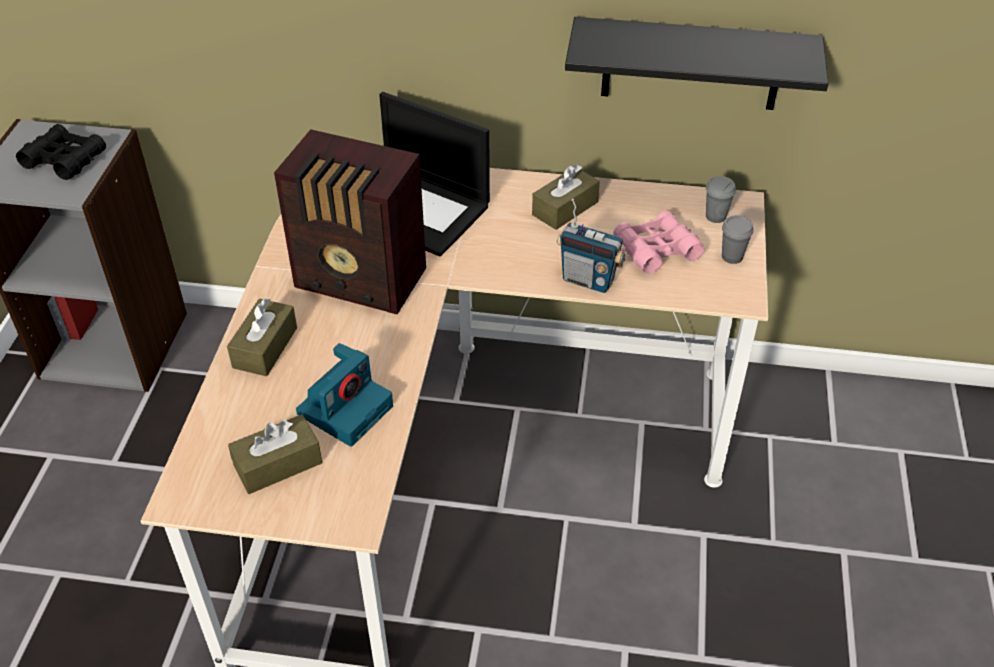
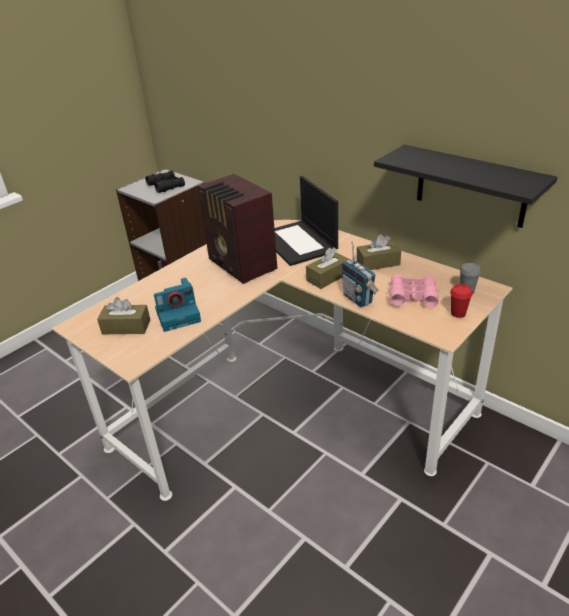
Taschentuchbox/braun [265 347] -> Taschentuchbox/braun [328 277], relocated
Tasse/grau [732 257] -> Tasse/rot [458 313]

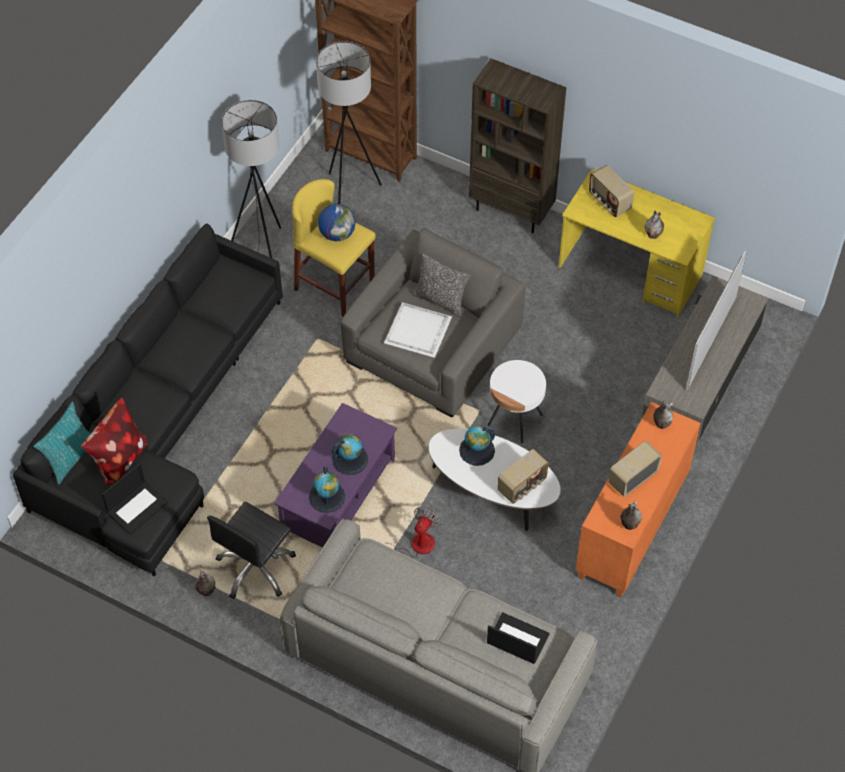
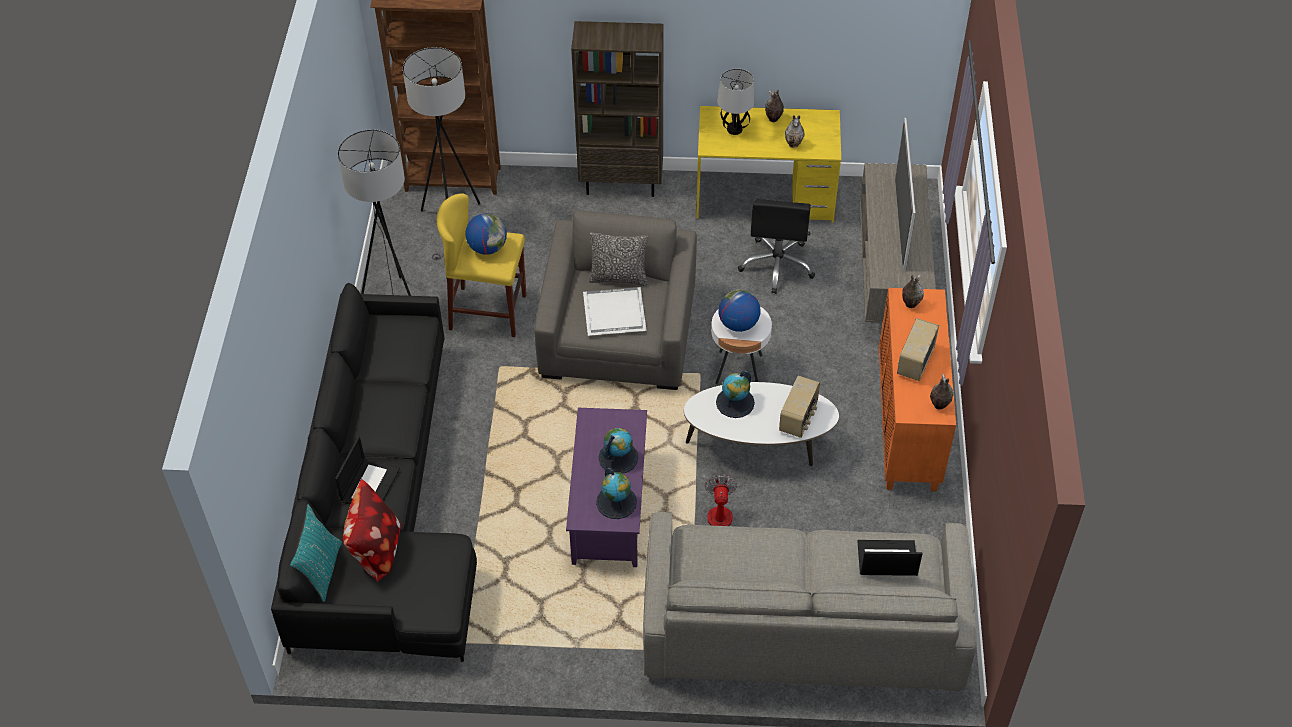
none -> Globus [738 324]
Laptop [137 507] -> Laptop [370 484], relocated
Vase [206 592] -> Vase [773 119], relocated
Bürostuhl/schwarz [256 568] -> Bürostuhl/schwarz [777 265], relocated
Radio [609 202] -> Tischlampe [734 129]

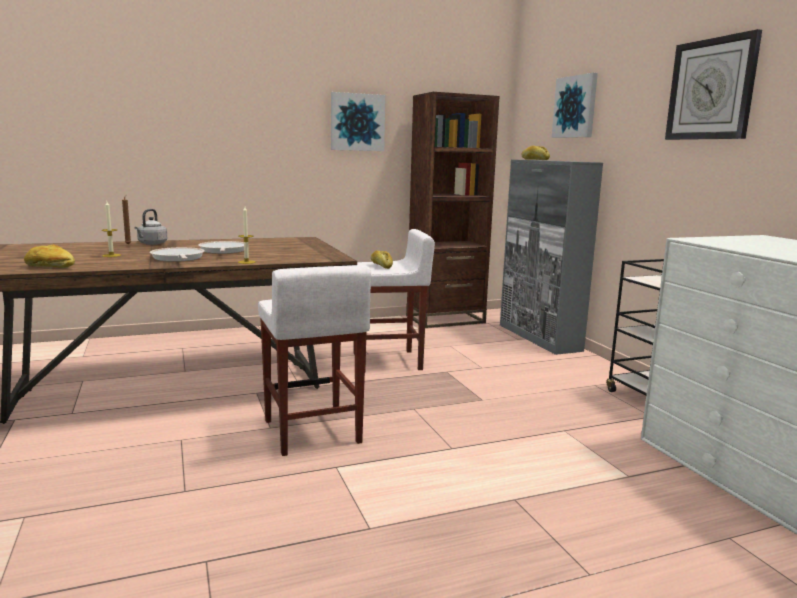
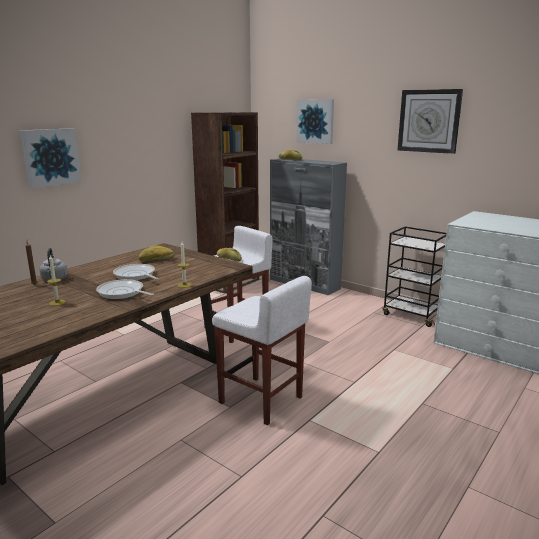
Brot [50 267] -> Brot [156 259], relocated
Bild [357 122] -> Bild [51 157], relocated

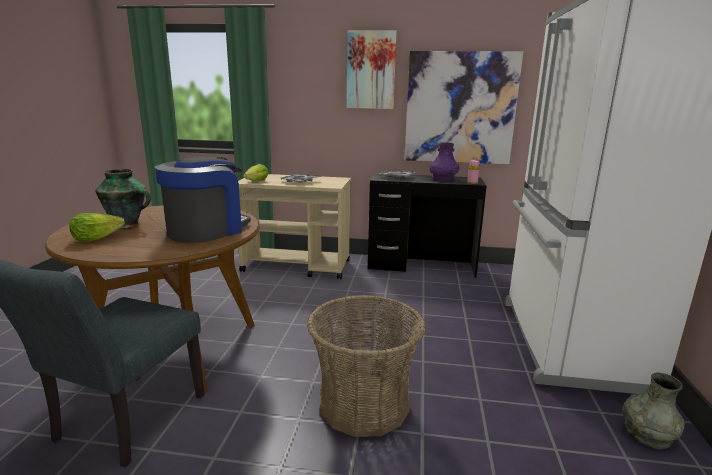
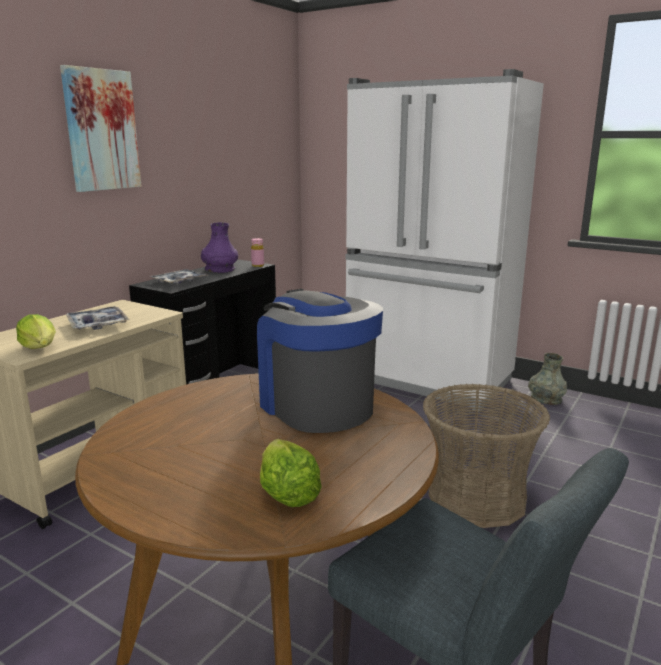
Vase [127 225] -> none
Bild [460 108] -> none

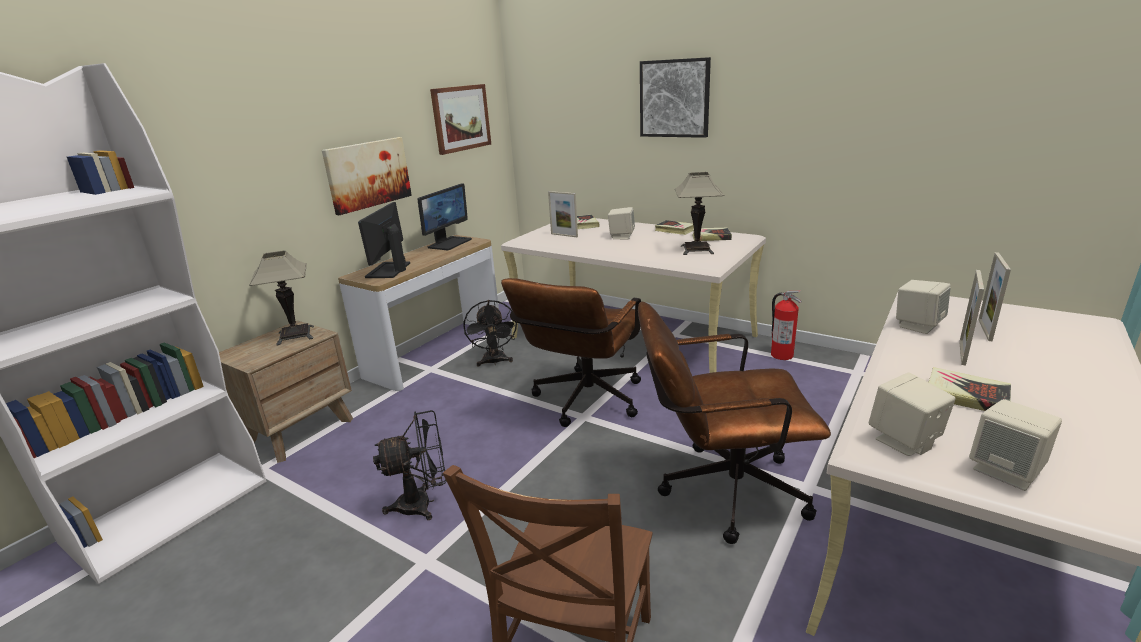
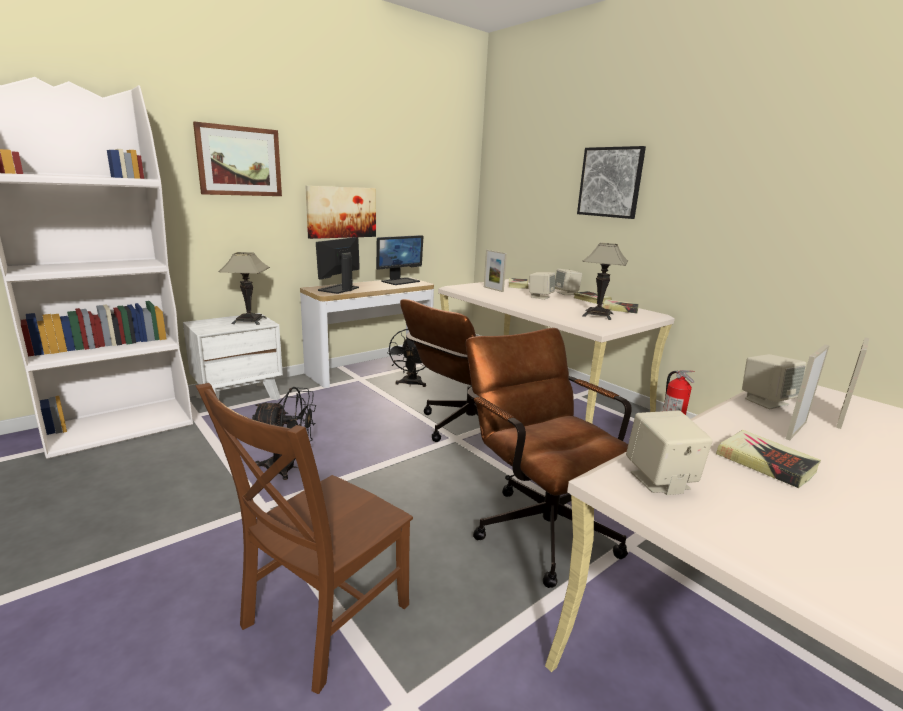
Bild [461 118] -> Bild [239 161], relocated
Lautsprecher/beige [1006 471] -> Lautsprecher/beige [566 293], relocated
Nachttisch/braun [300 430] -> Nachttisch/weiß [239 397]
Bürostuhl/braun [720 491] -> Bürostuhl/braun [538 524], 45 degrees clockwise

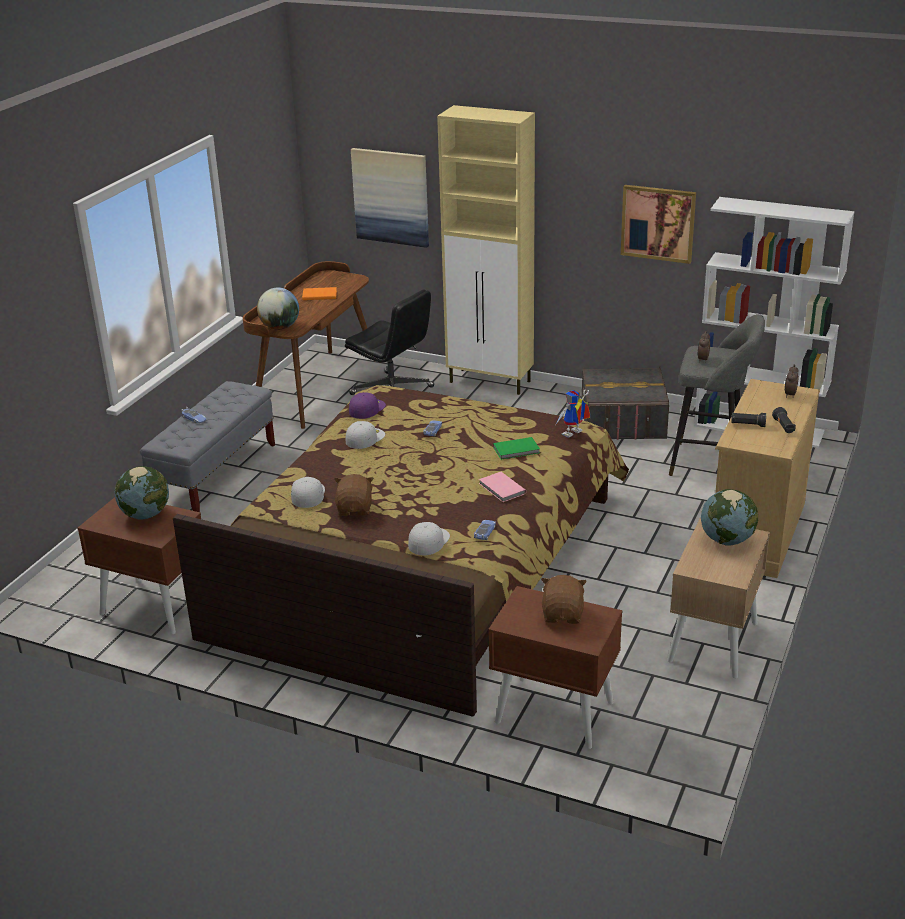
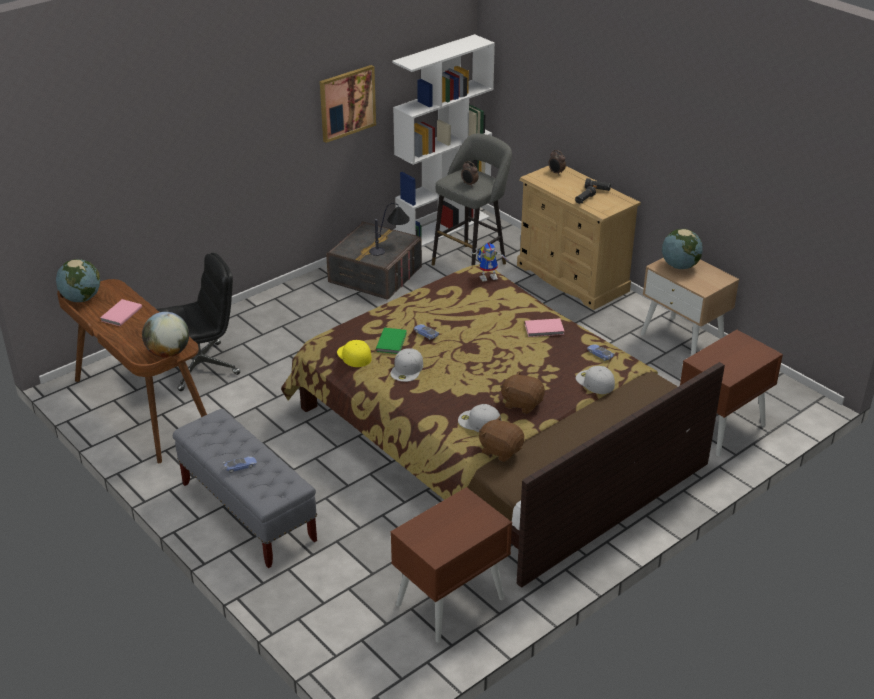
Bild [391 197] -> none
Schrank/beige [491 382] -> none
none -> Tischlampe [390 246]
Globus [146 514] -> Globus [81 298], relocated
Buch/grün [517 450] -> Buch/grün [392 342], relocated
Plüschtier/braun [563 614] -> Plüschtier/braun [500 450], relocated
Buch/orange [319 295] -> Buch/rosa [120 314]
Kappe/lila [367 408] -> Kappe/gelb [353 355]
Kappe/weiß [365 438] -> Kappe/weiß [407 369], 135 degrees counterclockwise
Spielzeugroboter [573 435] -> Spielzeugroboter [489 276], 90 degrees counterclockwise

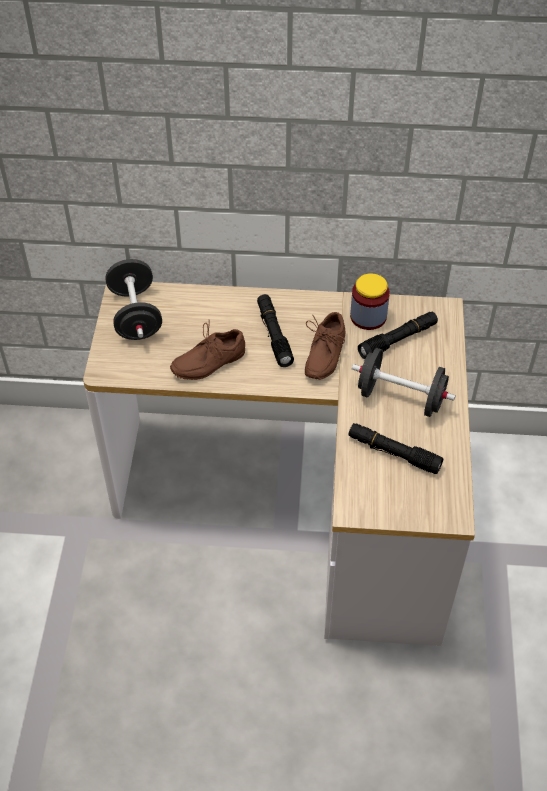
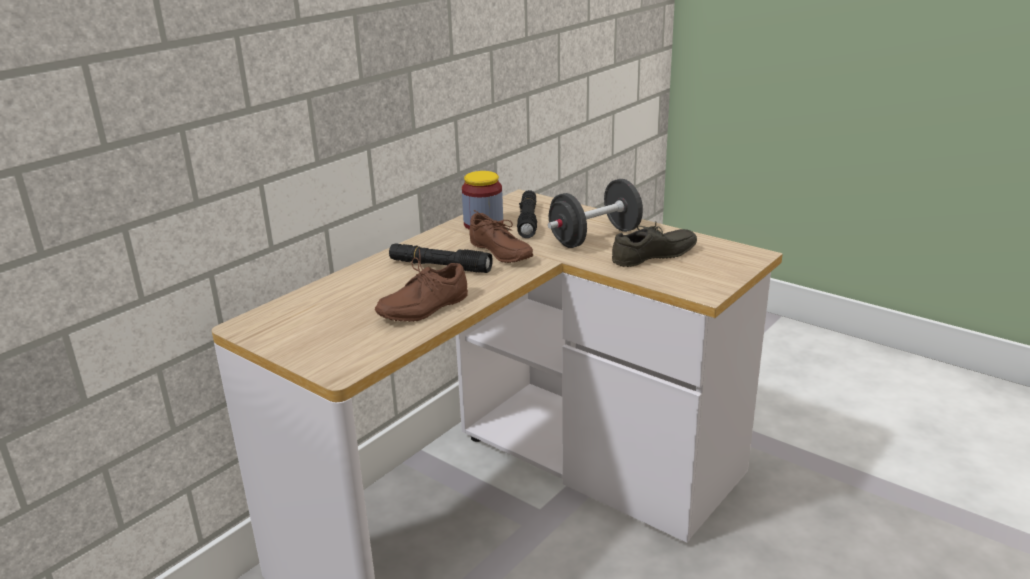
Hantel/schwarz [135 315] -> none
Taschenlampe/schwarz [393 453] -> Schuh/grau [655 257]
Schuh/braun [207 361] -> Schuh/braun [421 307], 45 degrees clockwise

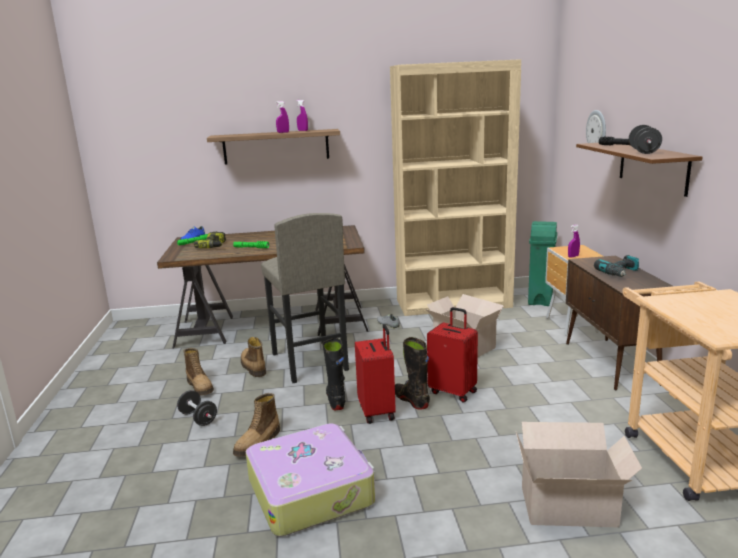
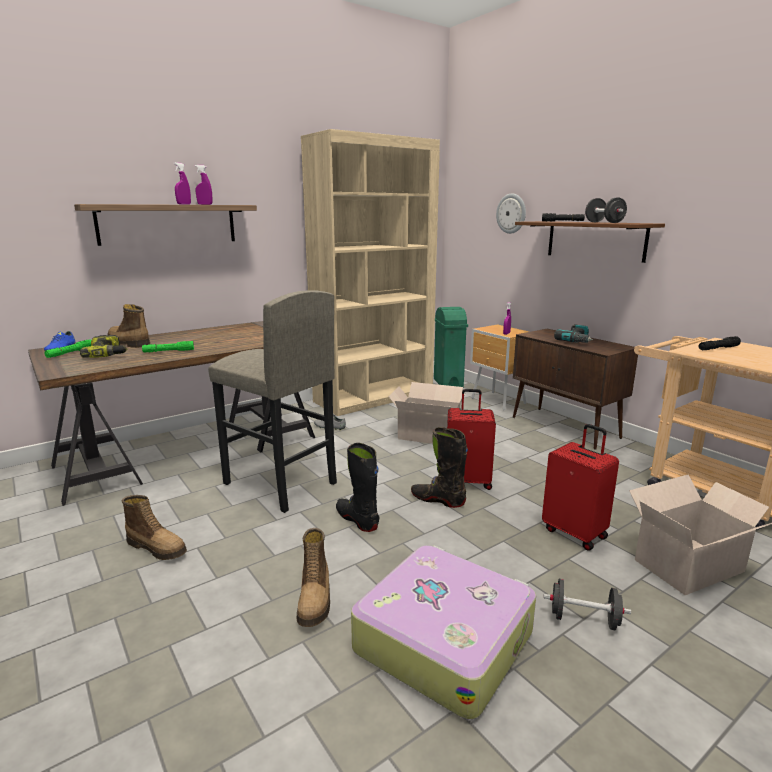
none -> Taschenlampe/schwarz [718 348]
Hantel/schwarz [198 418] -> Hantel/schwarz [584 619], relocated
Stiefel [252 367] -> Stiefel [128 344], relocated
Koffer/rot [378 411] -> Koffer/rot [575 533], relocated

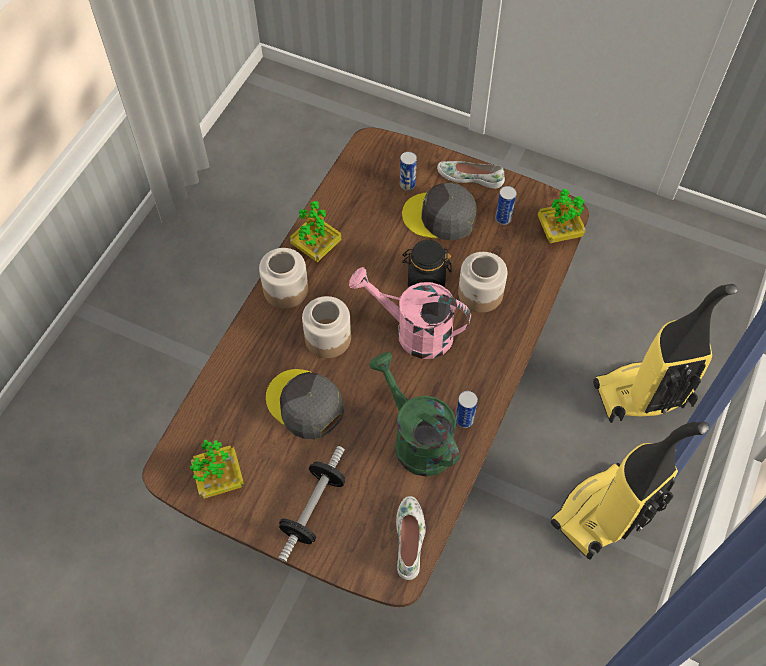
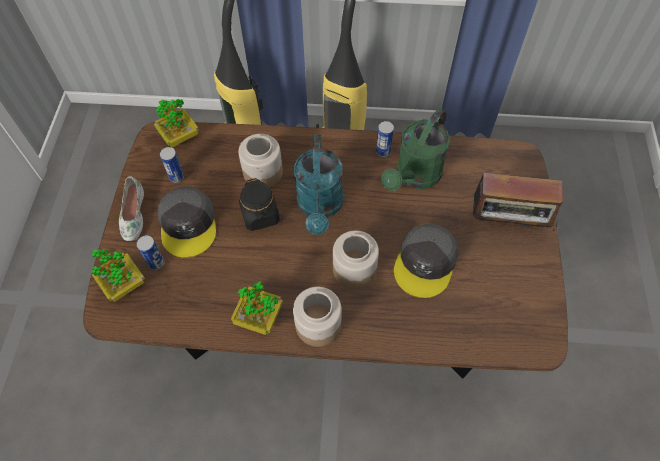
Schuh/weiß [410 539] -> none
Topfpflanze [220 478] -> Topfpflanze [123 284], relocated
Hantel [313 509] -> Radio [507 223]
Gießkanne/rosa [413 332] -> Gießkanne/türkis [320 207]

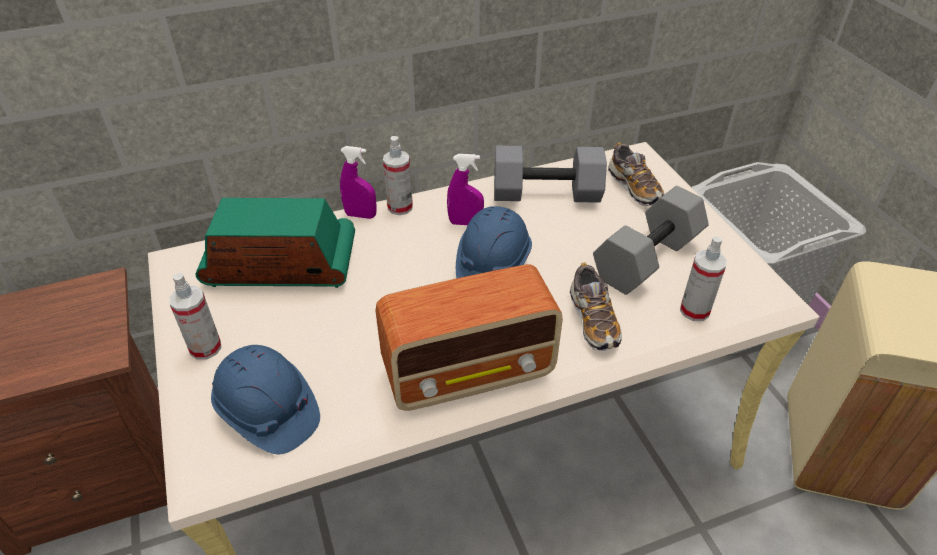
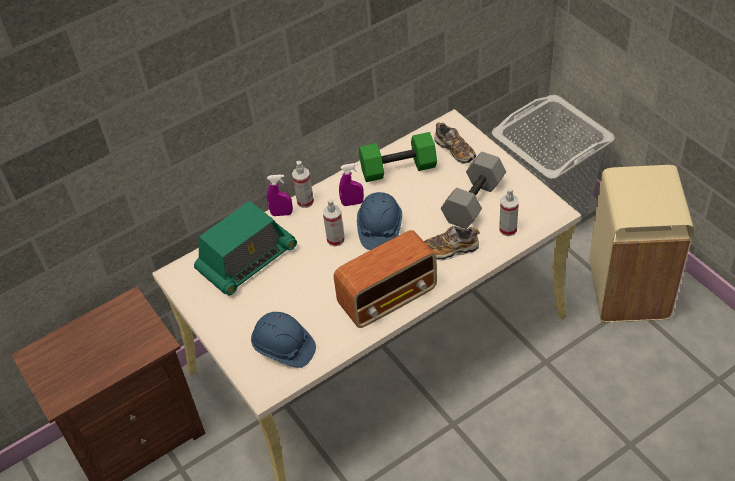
Sprühflasche [205 348] -> Sprühflasche [335 239], relocated
Hantel/grau [545 194] -> Hantel/grün [398 169]
Radio [281 265] -> Radio [247 260], 150 degrees clockwise
Schuh [593 320] -> Schuh [450 250], 105 degrees clockwise

